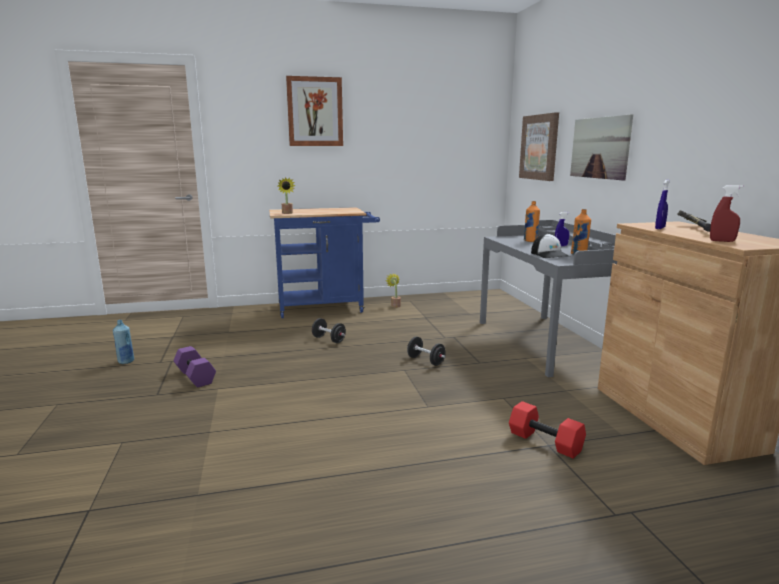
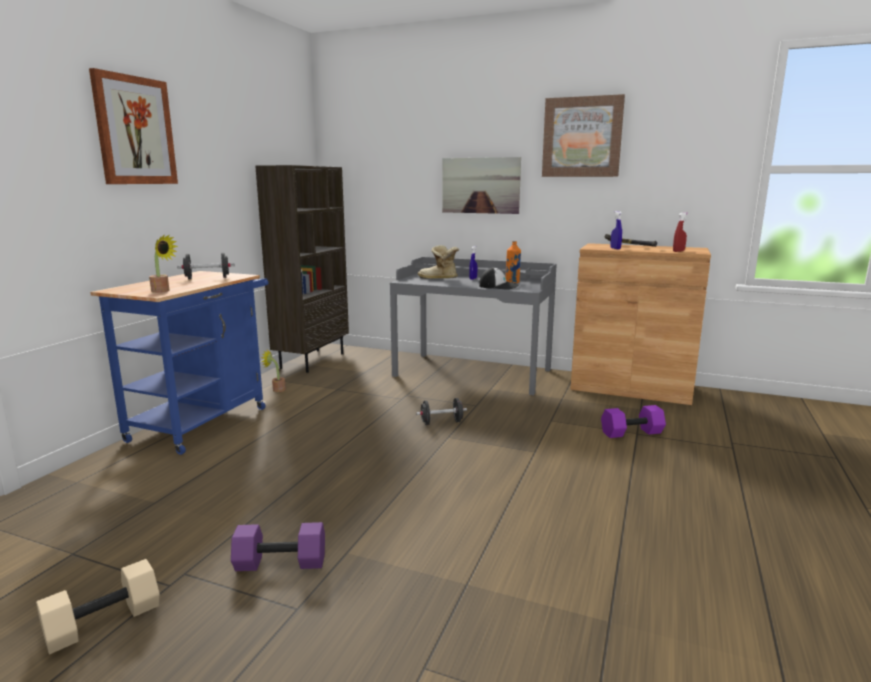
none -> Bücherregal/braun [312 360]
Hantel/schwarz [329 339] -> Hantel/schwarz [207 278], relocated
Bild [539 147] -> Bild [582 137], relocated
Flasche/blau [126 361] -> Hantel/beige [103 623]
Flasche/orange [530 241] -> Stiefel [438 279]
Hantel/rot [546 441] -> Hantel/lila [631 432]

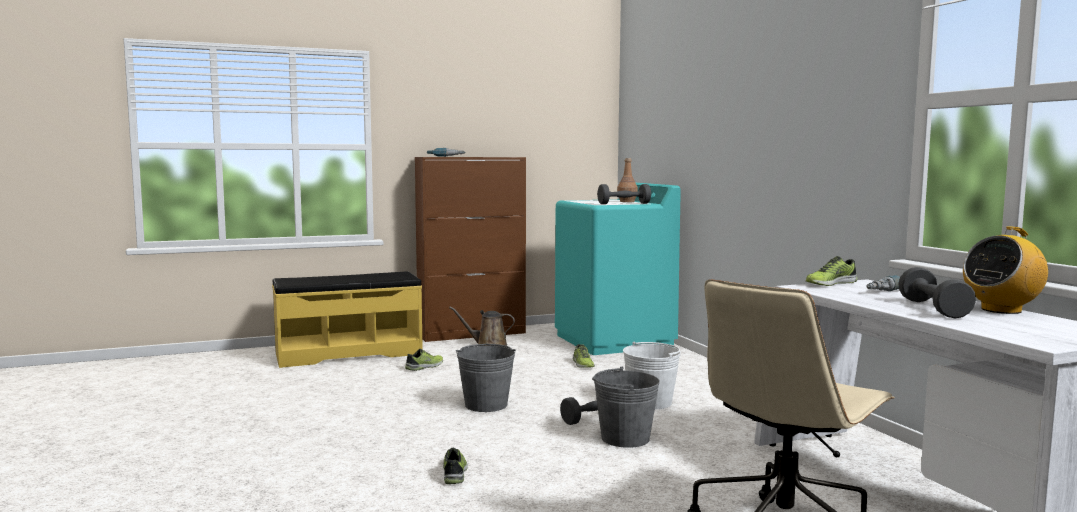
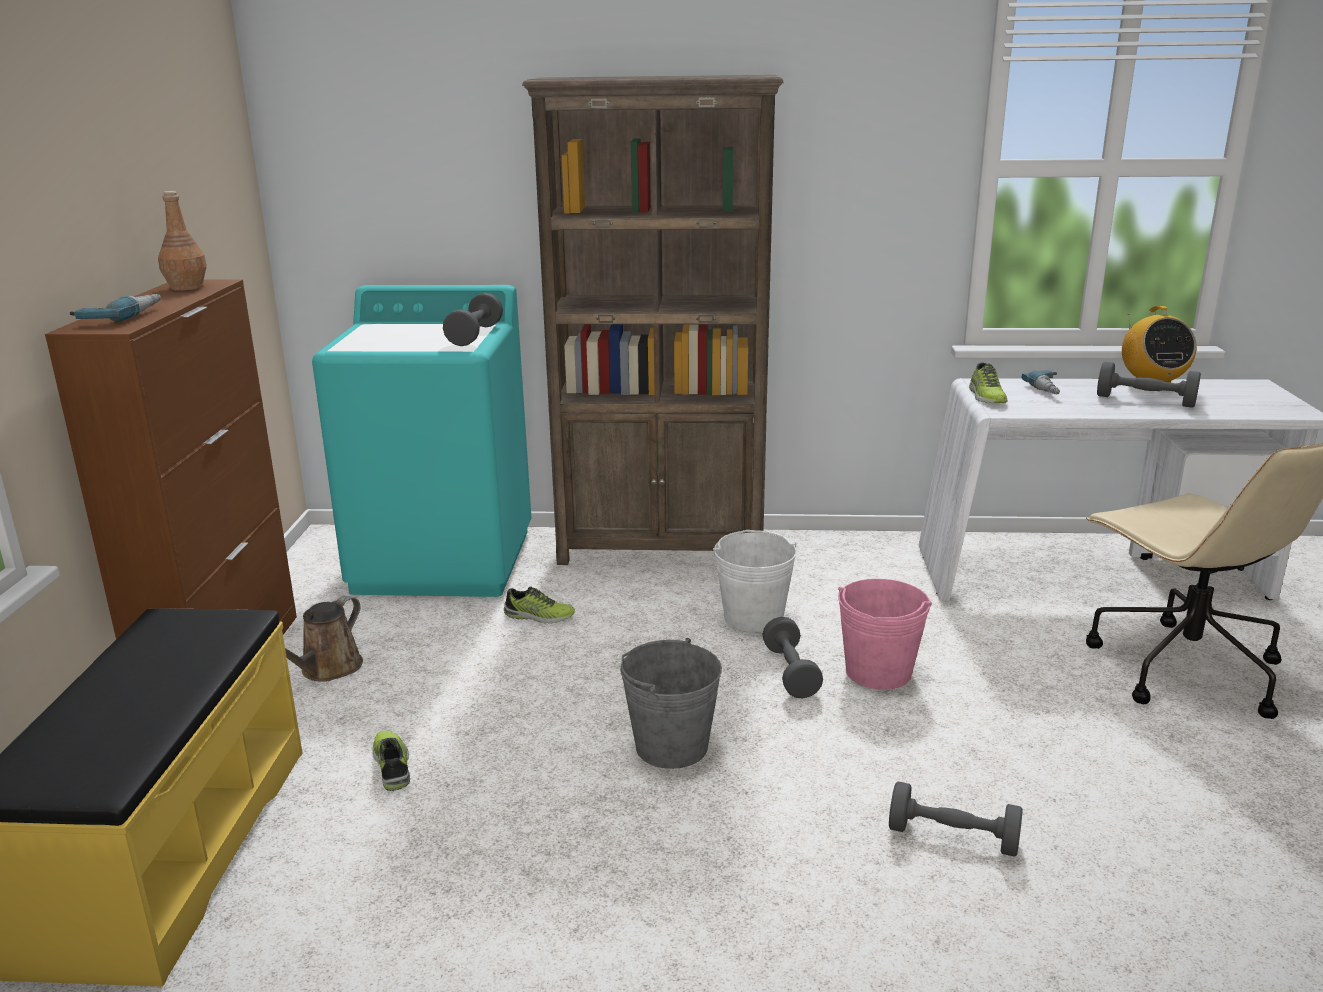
none -> Bücherregal/braun [663 549]
Flasche/braun [627 201] -> Flasche/braun [187 287], relocated
Schuh [455 472] -> Hantel/grau [952 837]
Eimer/grau [625 438] -> Eimer/rosa [878 672]

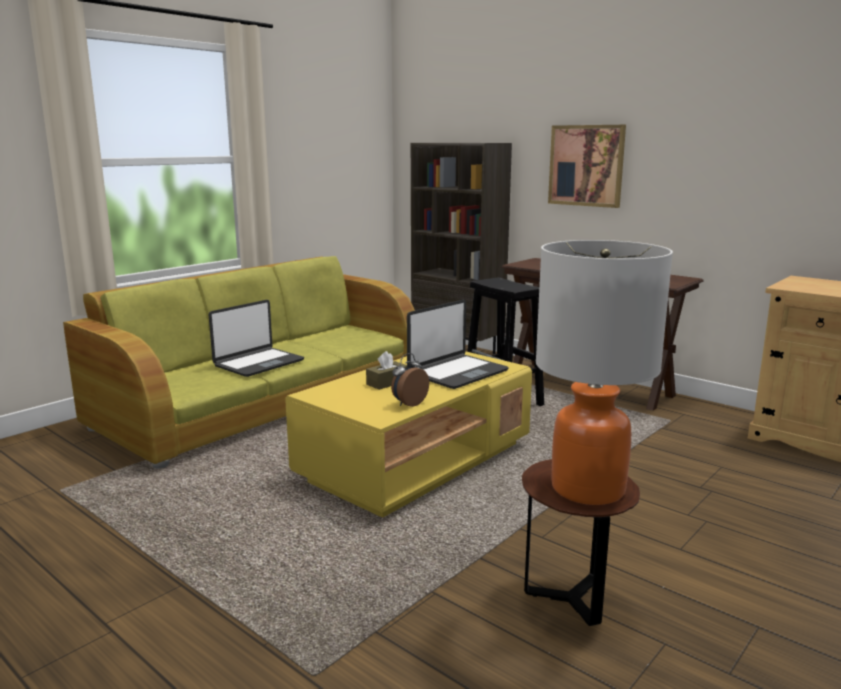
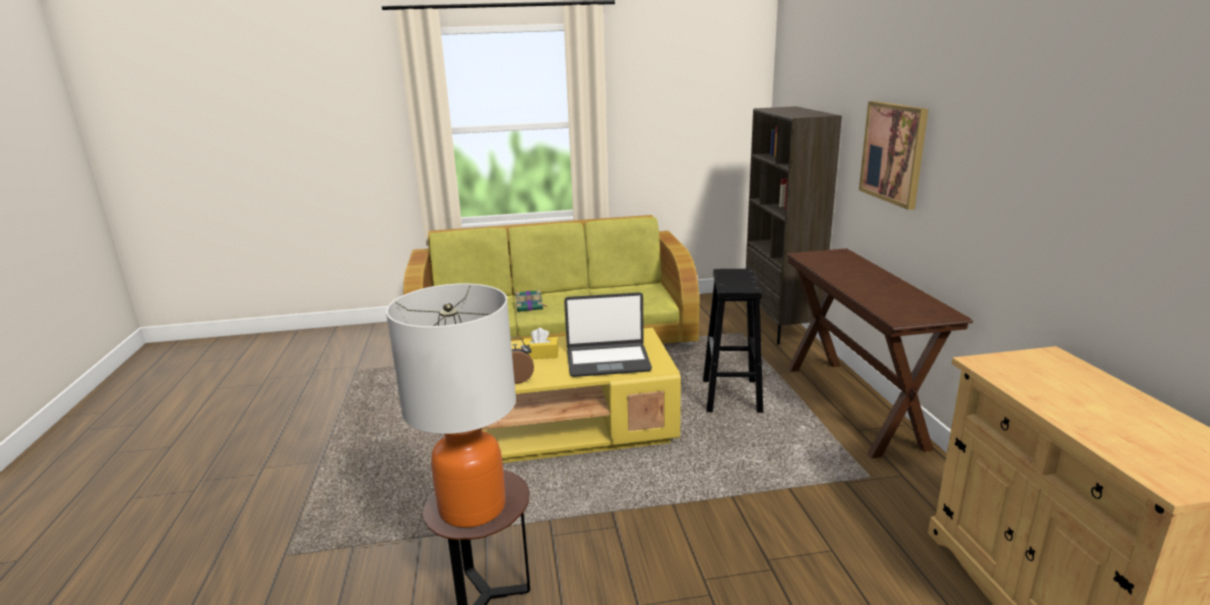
Laptop [258 363] -> Buch [530 307]
Taschentuchbox/braun [387 383] -> Taschentuchbox/gelb [541 355]

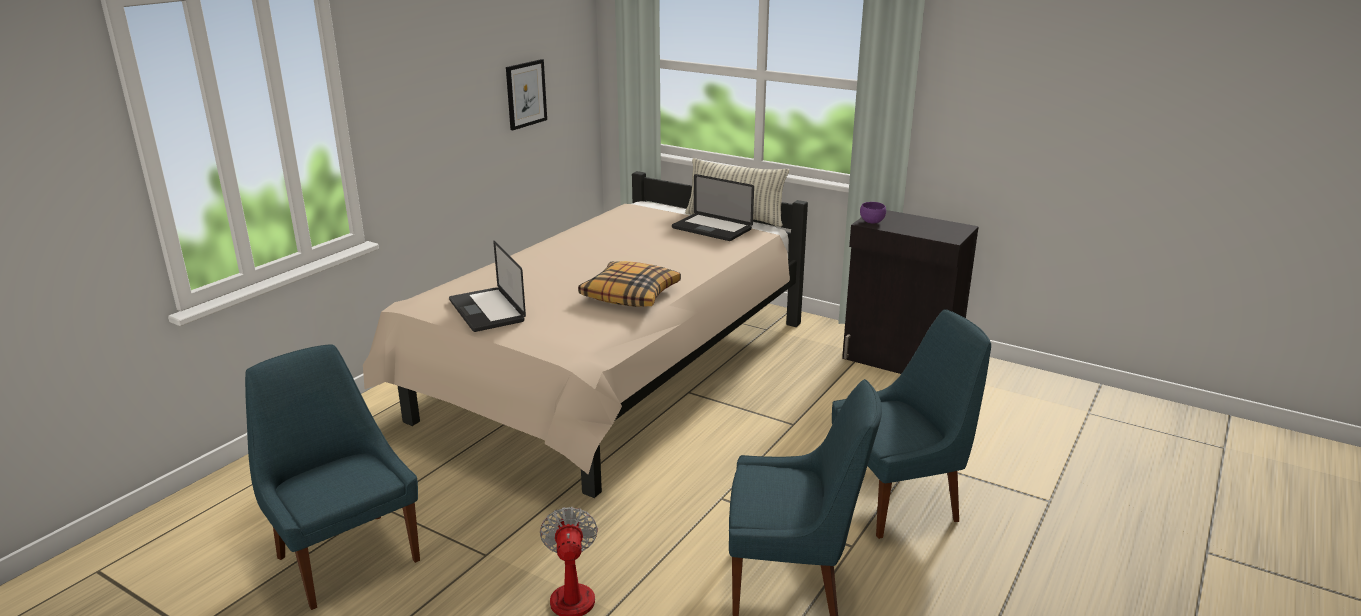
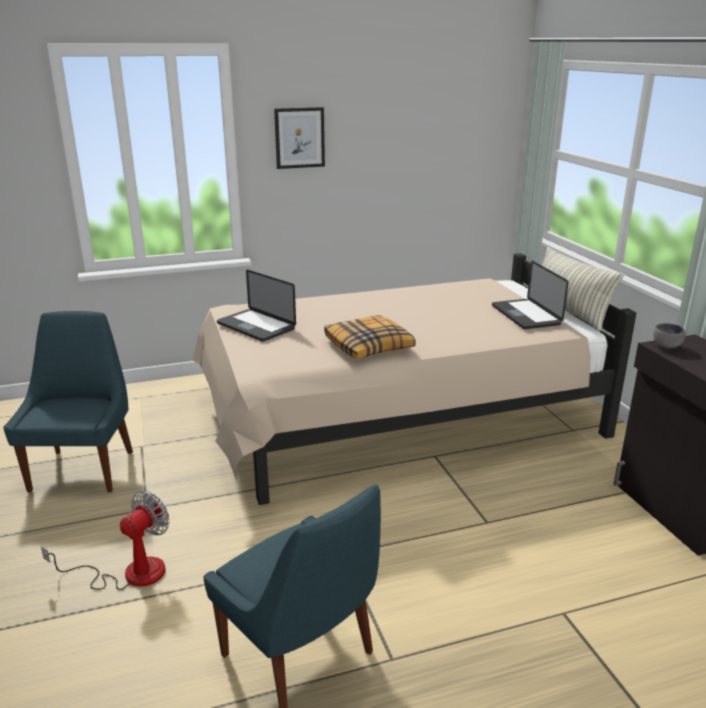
Stuhl/blau [899 500] -> none
Bild [526 94] -> Bild [299 138], relocated
Schüssel/lila [872 222] -> Schüssel/grau [666 347]
Laptop [487 311] -> Laptop [256 326], 60 degrees counterclockwise

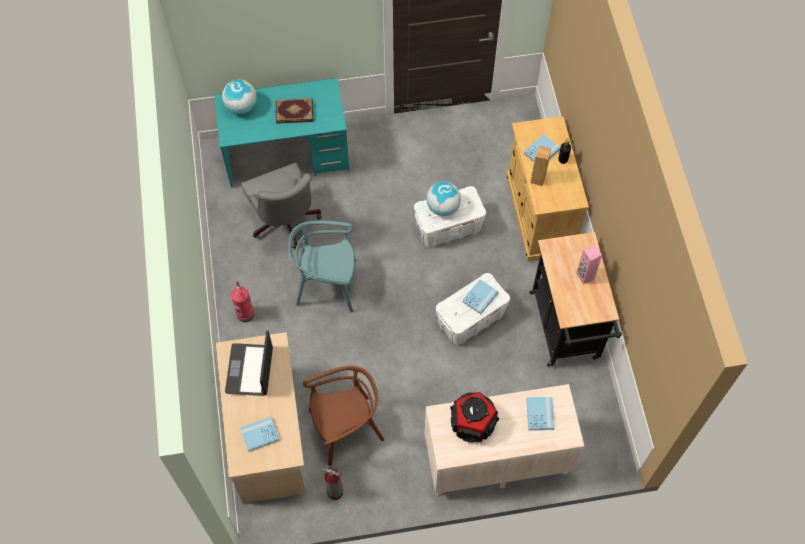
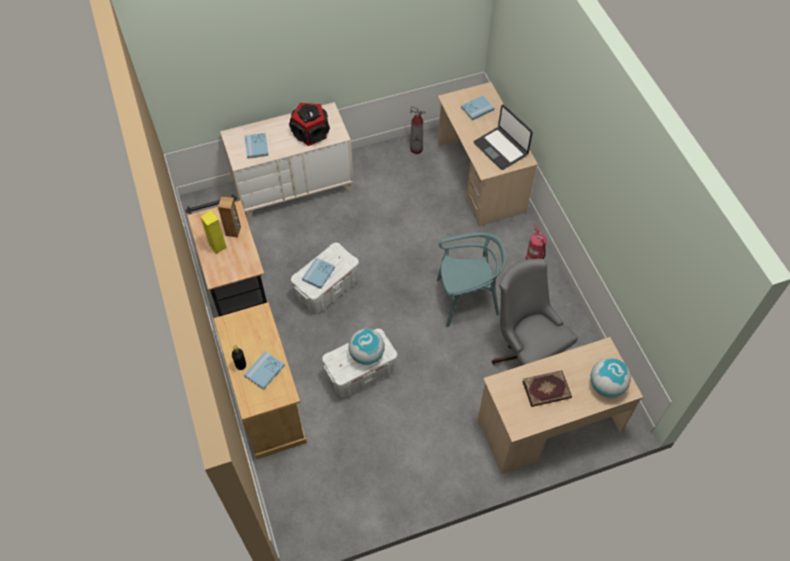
Stuhl/braun [346 428] -> none
Lautsprecher/braun [538 179] -> Lautsprecher/braun [233 231], relocated
Schreibtisch/türkis [287 157] -> Schreibtisch/beige [548 426]
Lautsprecher/rosa [585 276] -> Lautsprecher/gelb [218 246]
Laptop [250 370] -> Laptop [501 148], 150 degrees clockwise

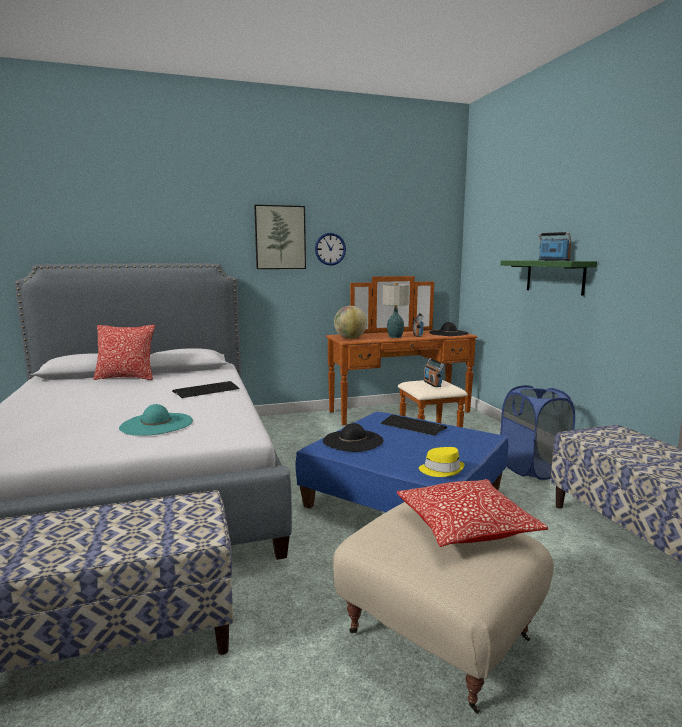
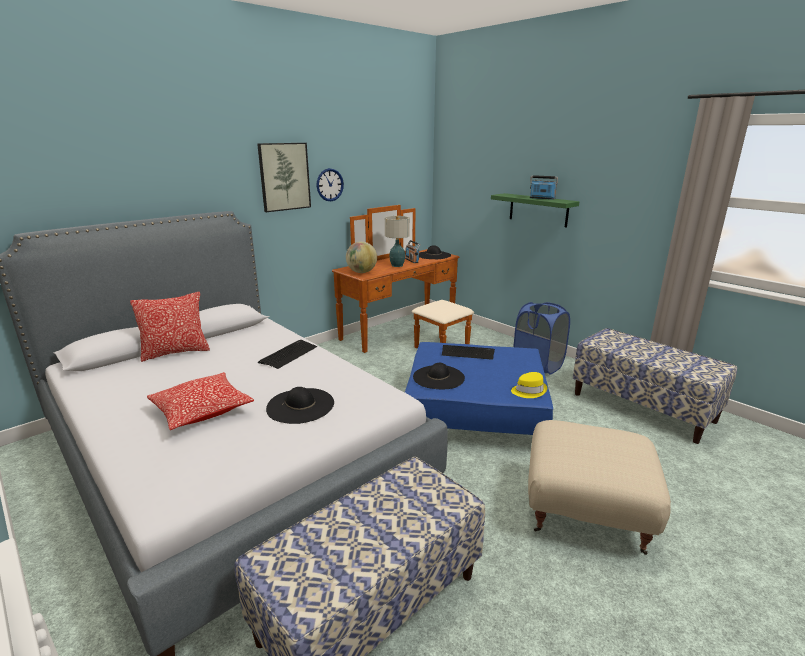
Radio [432 384] -> none
Kissen [465 527] -> Kissen [202 411], relocated
Hut/türkis [156 424] -> Hut/schwarz [300 405]

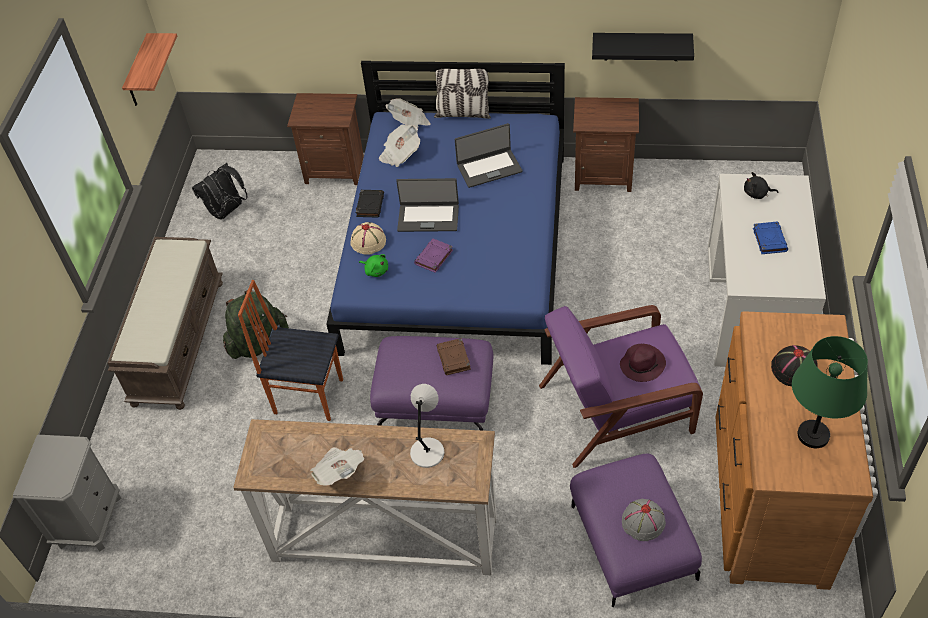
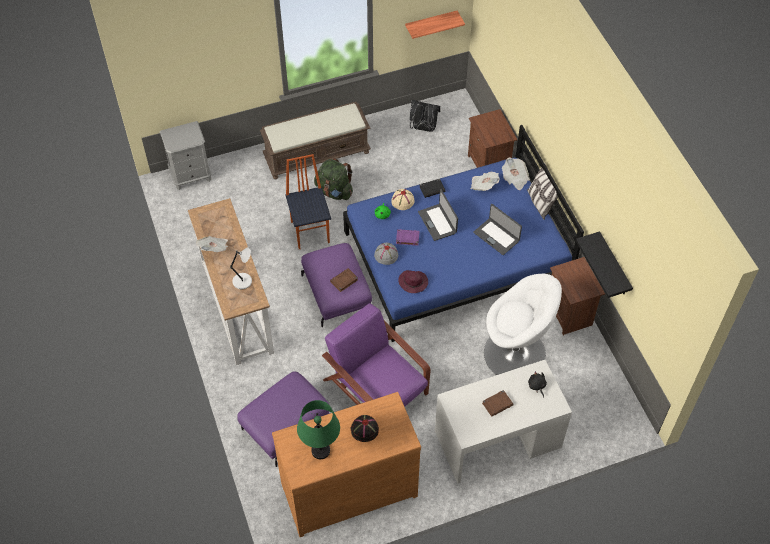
none -> Sessel/weiß [515 354]
Hut/lila [642 364] -> Hut/lila [413 282], relocated
Hut/grau [643 522] -> Hut/grau [386 255], relocated
Buch/blau [769 239] -> Buch/braun [497 404]

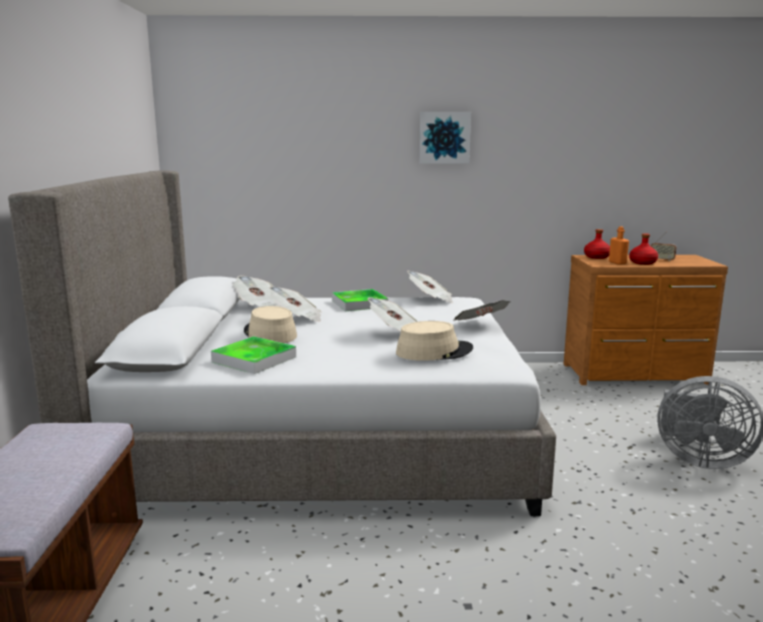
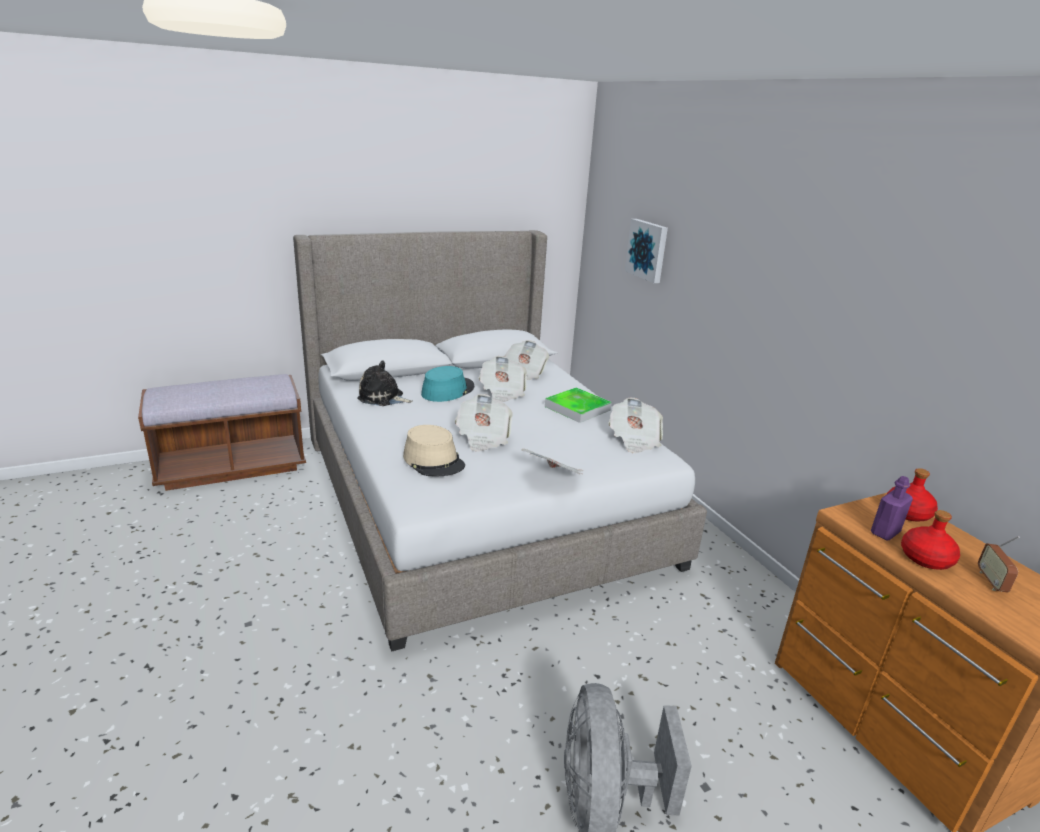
Bild [444 137] -> Bild [647 250], relocated
Tablett [254 359] -> Plüschtier [383 398]
Hut/beige [269 334] -> Hut/türkis [447 390]
Flasche/orange [617 263] -> Flasche/lila [885 532]

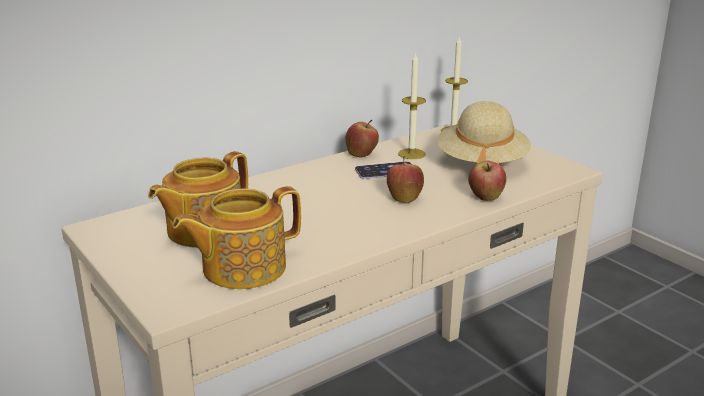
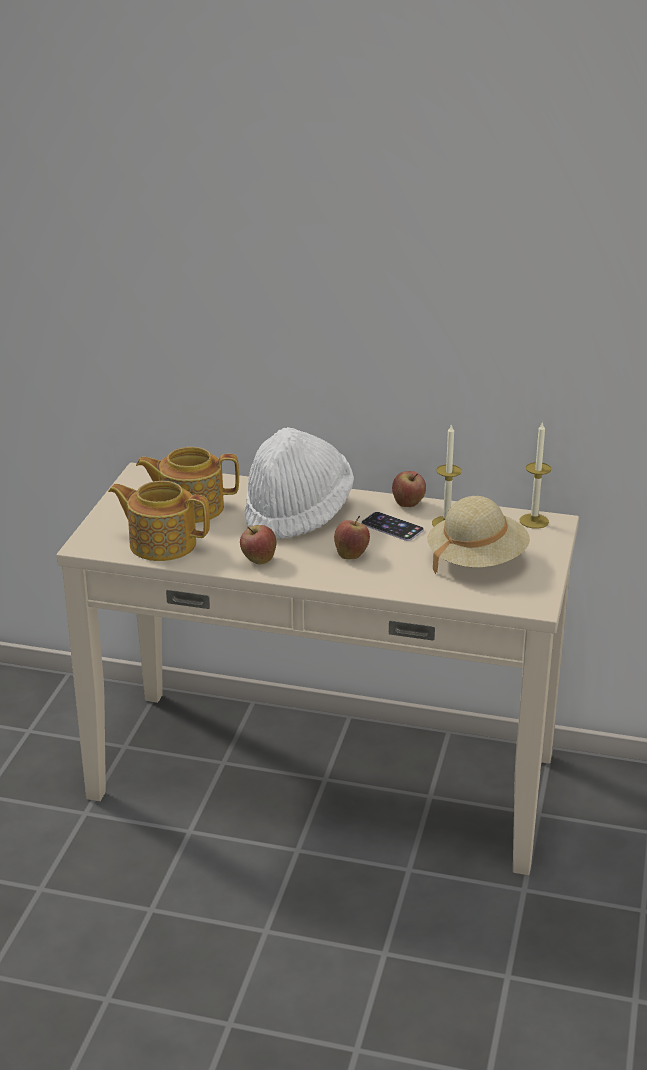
none -> Hut/weiß [297 512]
Apfel [485 198] -> Apfel [258 560], relocated

